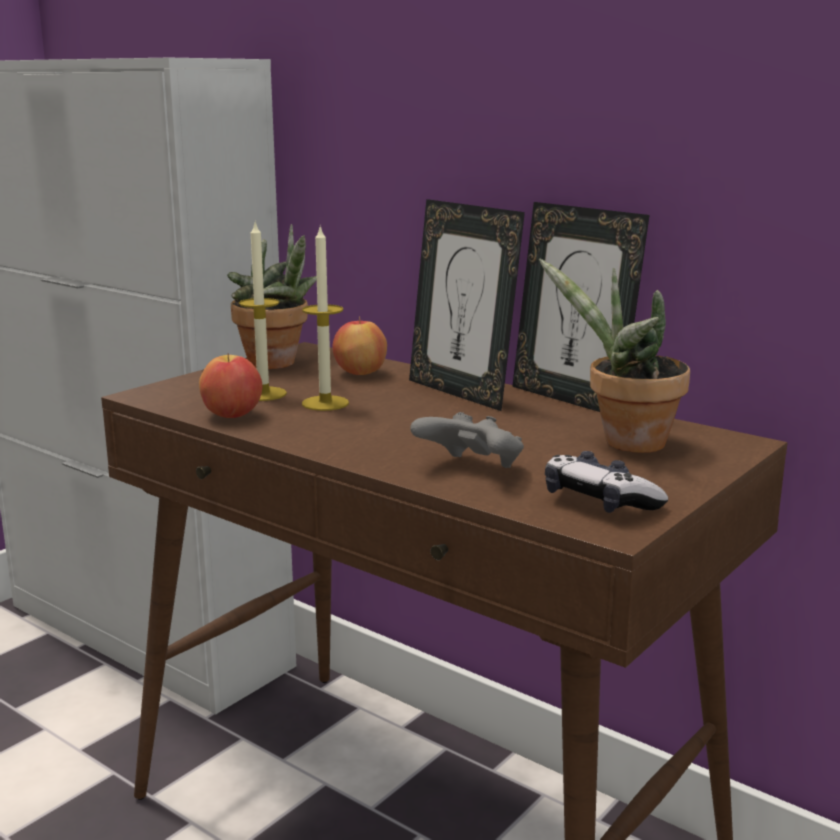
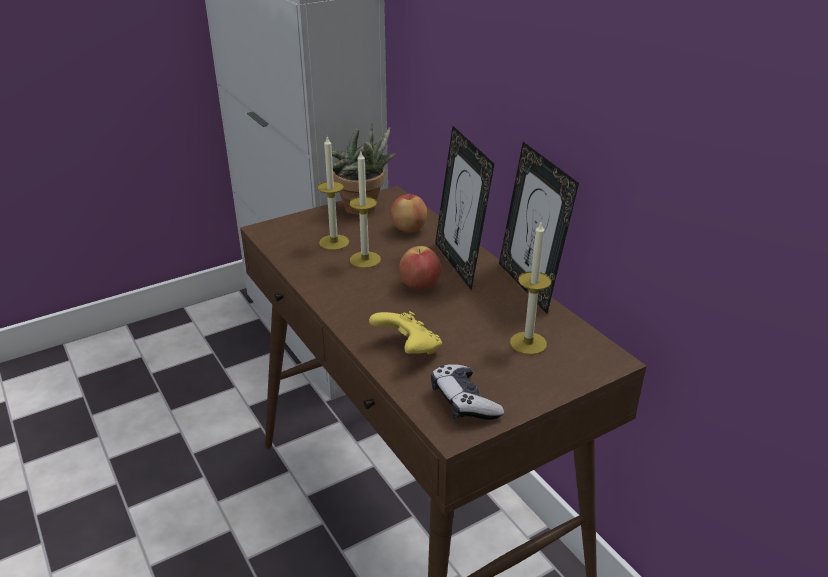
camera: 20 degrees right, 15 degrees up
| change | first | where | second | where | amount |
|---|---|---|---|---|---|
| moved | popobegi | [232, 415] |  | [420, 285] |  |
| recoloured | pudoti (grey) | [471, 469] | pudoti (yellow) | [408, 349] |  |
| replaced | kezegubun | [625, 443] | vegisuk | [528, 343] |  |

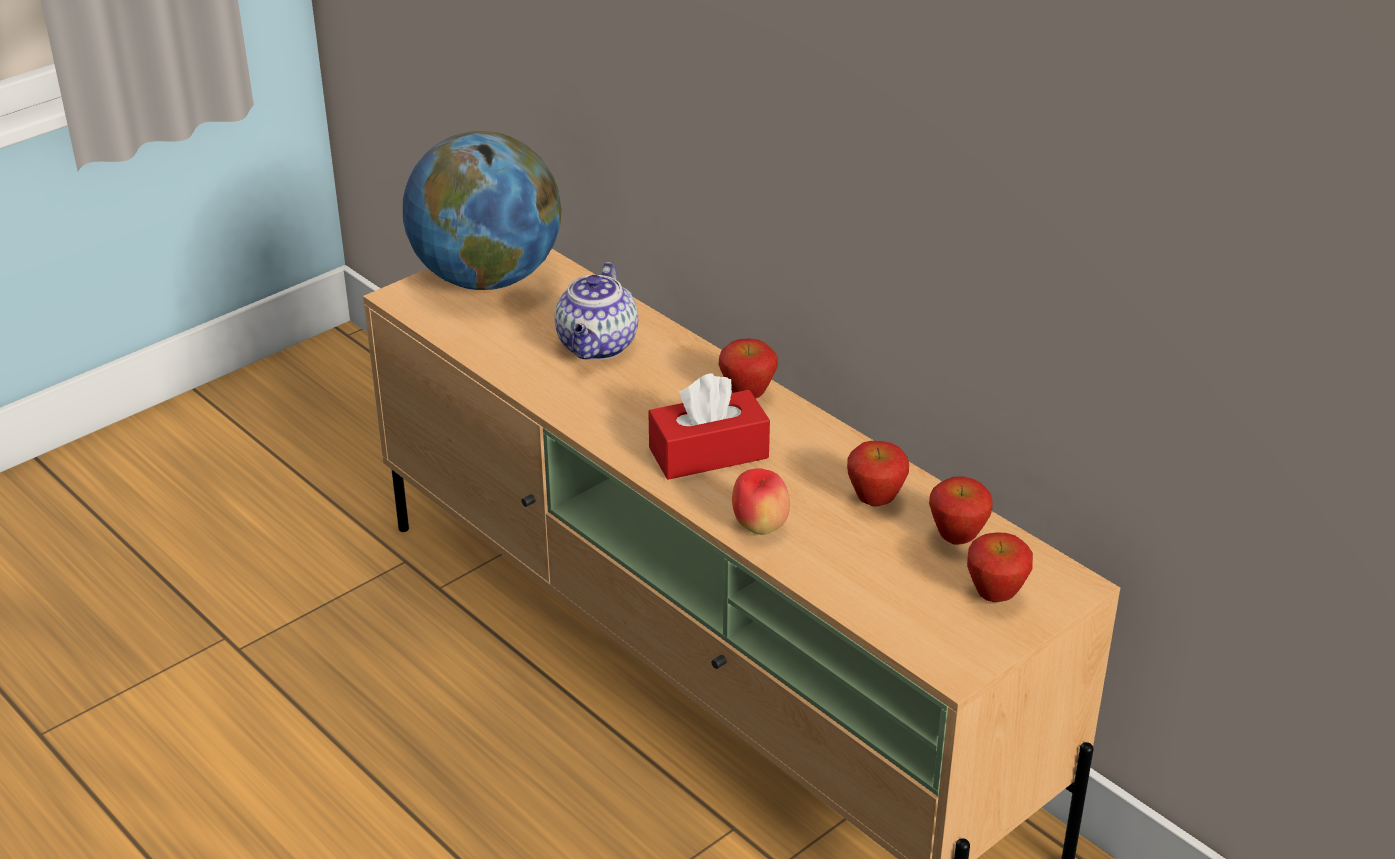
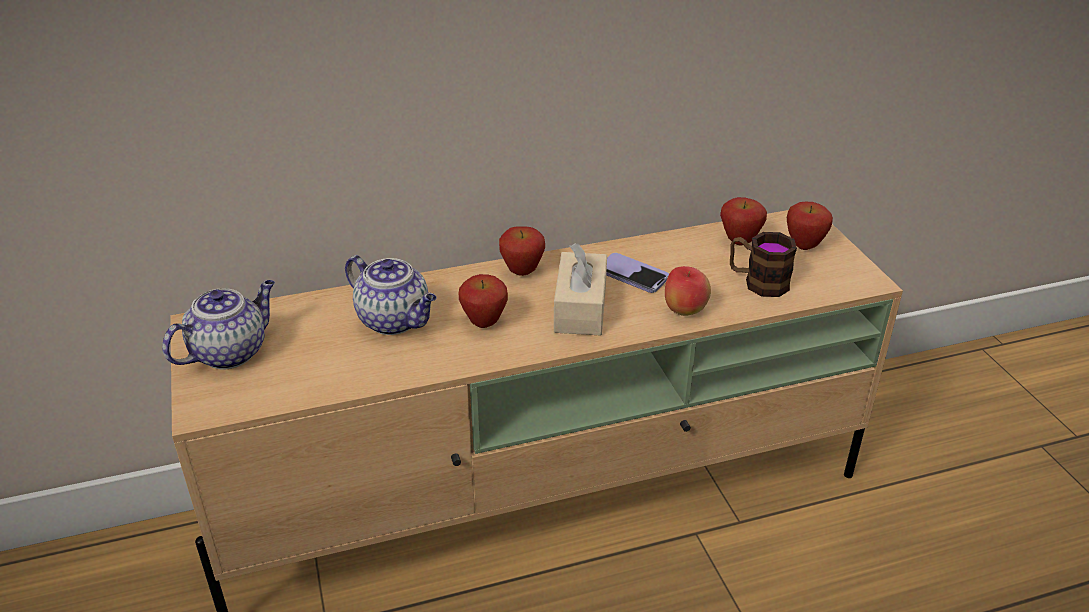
camera: 65 degrees left, 0 degrees up
| change | first | where | second | where | amount |
|---|---|---|---|---|---|
| replaced | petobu | [487, 278] | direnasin | [230, 352] |  |
| recoloured | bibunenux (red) | [708, 453] | bibunenux (beige) | [580, 308] |  |
| moved | popobegi | [875, 501] |  | [484, 323] |  |
| added |  |  | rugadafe | [632, 275] |  |
| added |  |  | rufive | [757, 282] |  |

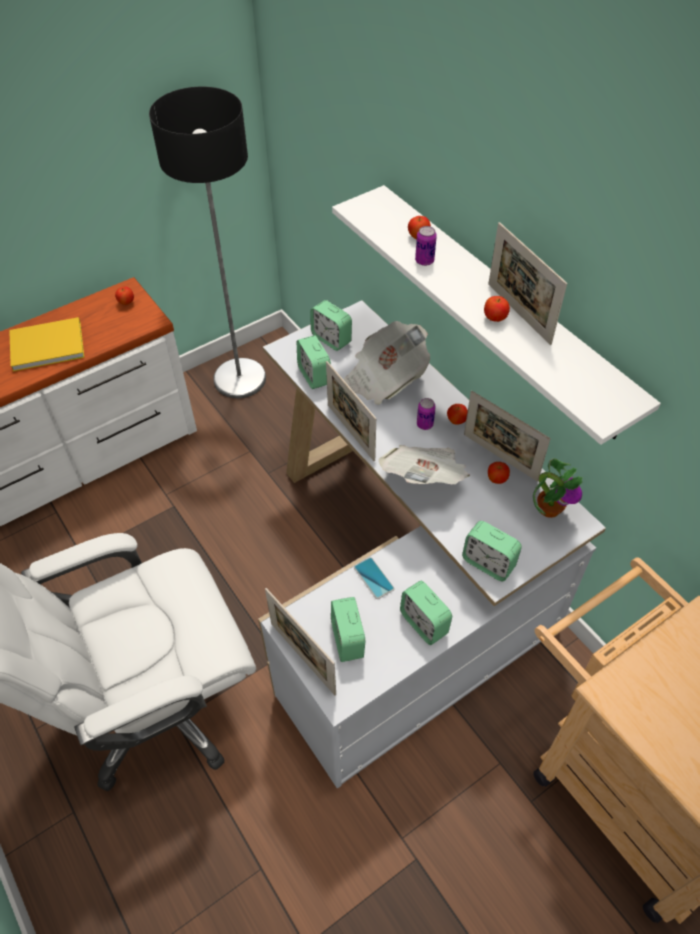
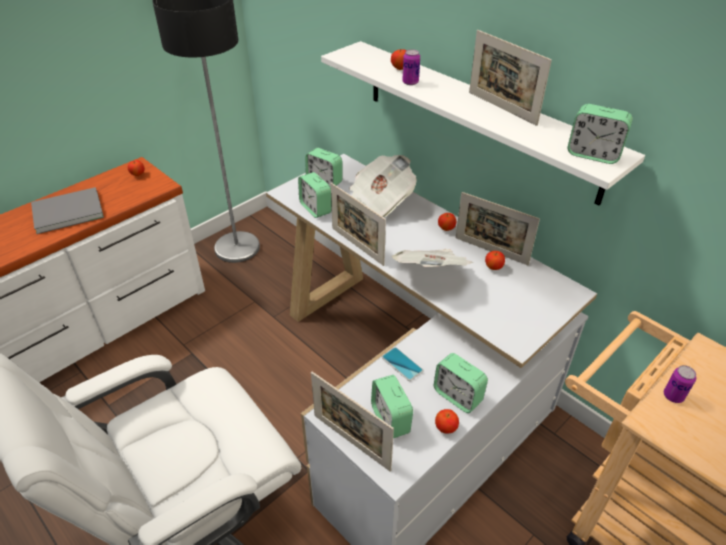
camera: 10 degrees left, 10 degrees down
| change | first | where | second | where | amount |
|---|---|---|---|---|---|
| recoloured | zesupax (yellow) | [45, 345] | zesupax (grey) | [65, 211] |  |
| moved | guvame | [425, 424] |  | [673, 396] |  |
| moved | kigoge | [488, 563] |  | [593, 154] |  |
| moved | popobegi | [495, 318] |  | [446, 428] |  |
| removed | kezegubun | [549, 508] |  |  |  |

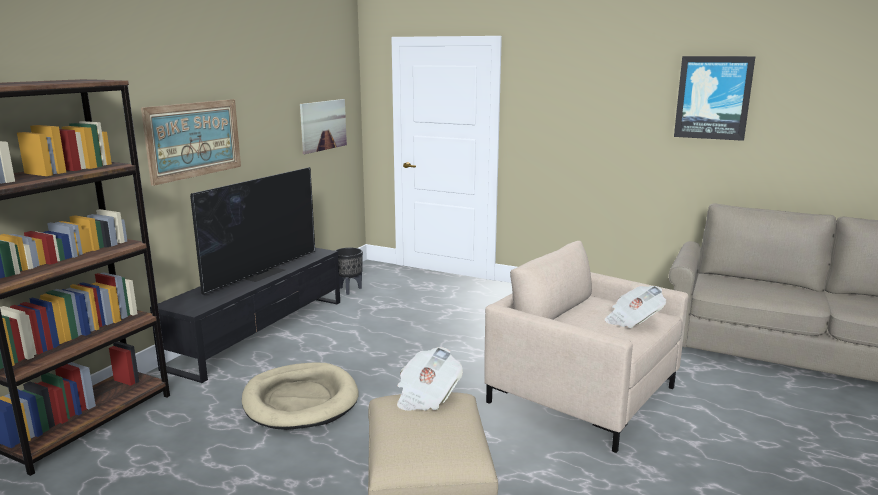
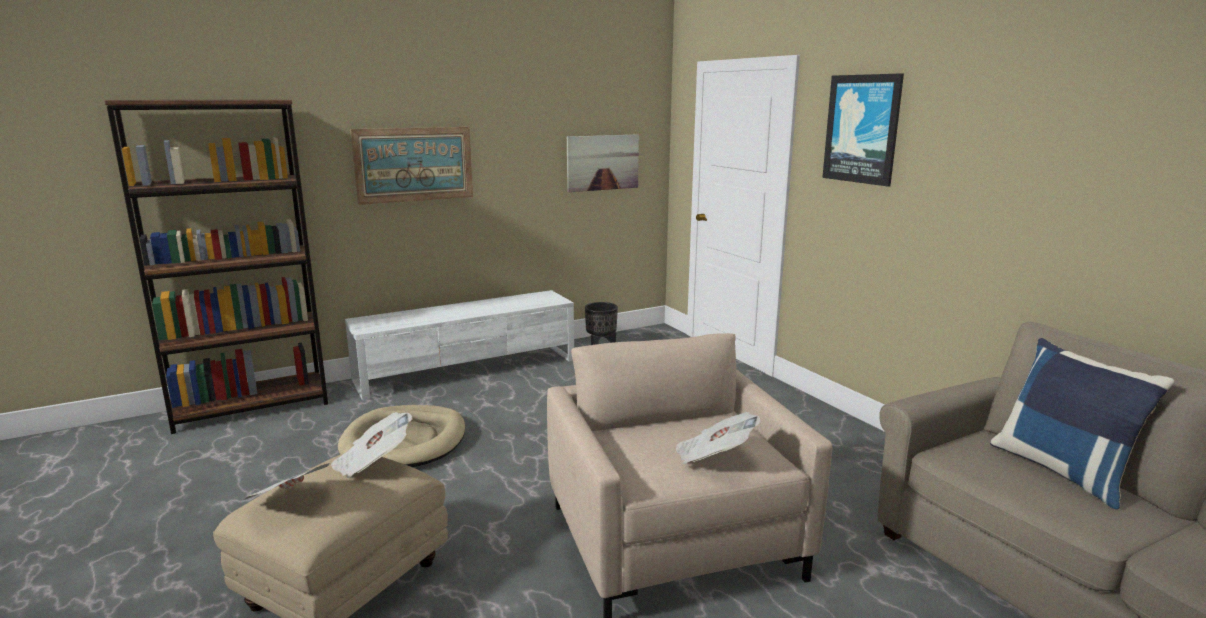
camera: 35 degrees right, 0 degrees up
| change | first | where | second | where | amount |
|---|---|---|---|---|---|
| recoloured | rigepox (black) | [261, 332] | rigepox (white) | [468, 370] |  |
| removed | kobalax | [263, 273] |  |  |  |
| moved | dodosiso | [713, 98] |  | [862, 129] |  |
| added |  |  | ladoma | [290, 501] |  |
| added |  |  | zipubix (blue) | [1063, 471] |  |

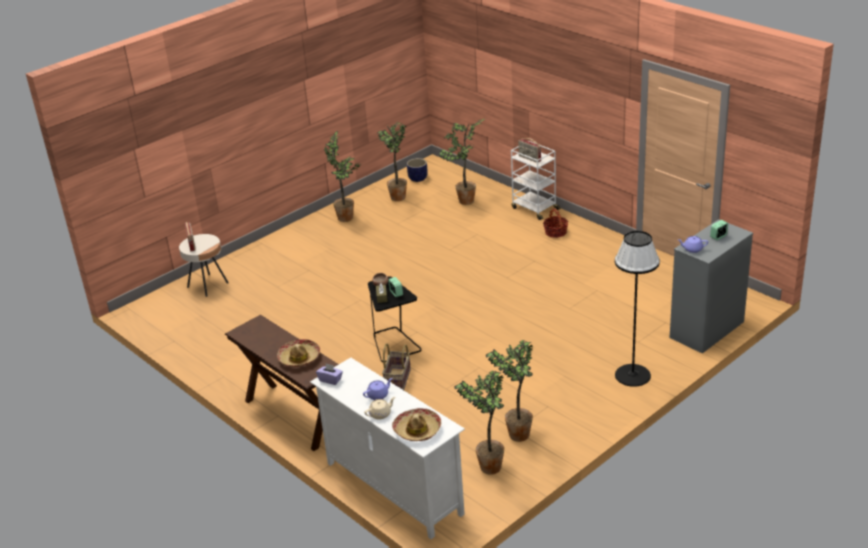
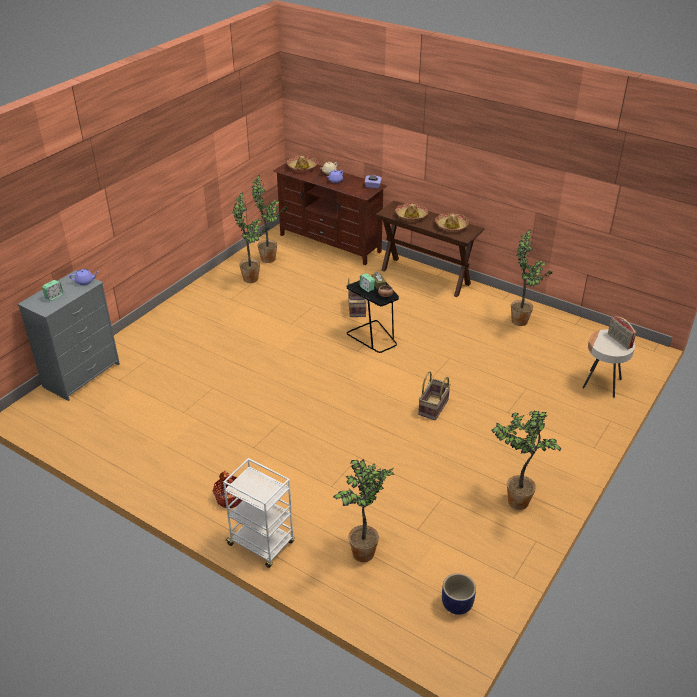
camera: 165 degrees right, 5 degrees up
| change | first | where | second | where | amount |
|---|---|---|---|---|---|
| recoloured | rigepox (white) | [393, 488] | rigepox (brown) | [330, 243] |  |
| moved | kezegubun | [397, 196] |  | [521, 322] |  |
| removed | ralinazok | [529, 158] |  |  |  |
| removed | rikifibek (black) | [633, 375] |  |  |  |
| added |  |  | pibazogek | [434, 407] |  |
| added |  |  | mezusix | [451, 226] |  |

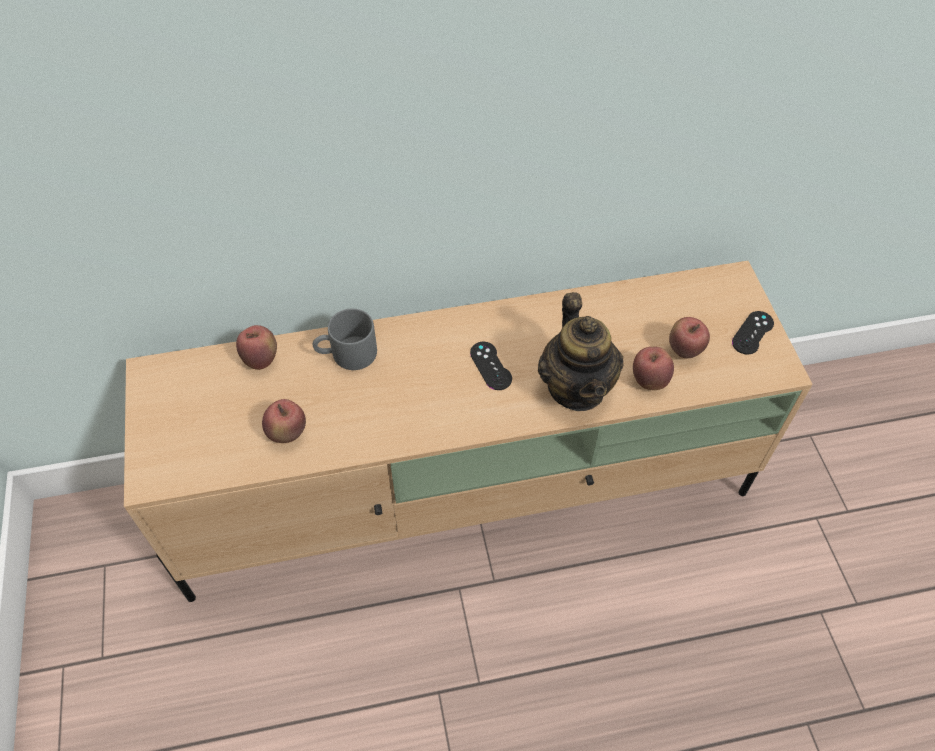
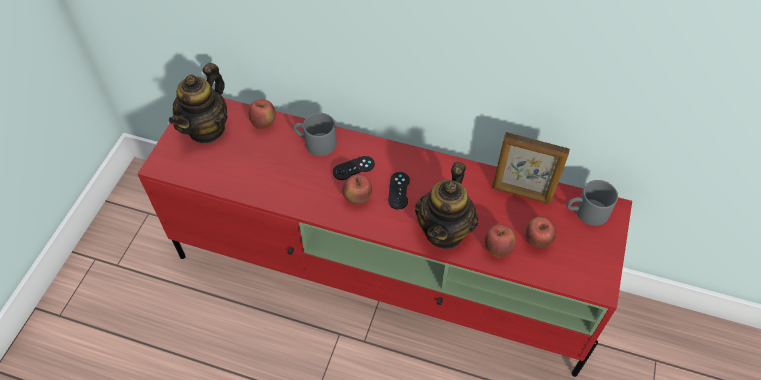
camera: 30 degrees right, 0 degrees up
| change | first | where | second | where | amount |
|---|---|---|---|---|---|
| recoloured | rigepox (beige) | [469, 494] | rigepox (red) | [383, 278] |  |
| moved | popobegi | [287, 434] |  | [357, 198] |  |
| moved | pudoti (black) | [752, 333] |  | [353, 168] |  |
| added |  |  | direnasin | [207, 128] |  |
| added |  |  | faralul | [521, 193] |  |
| added |  |  | rufive (grey) | [586, 213] |  |

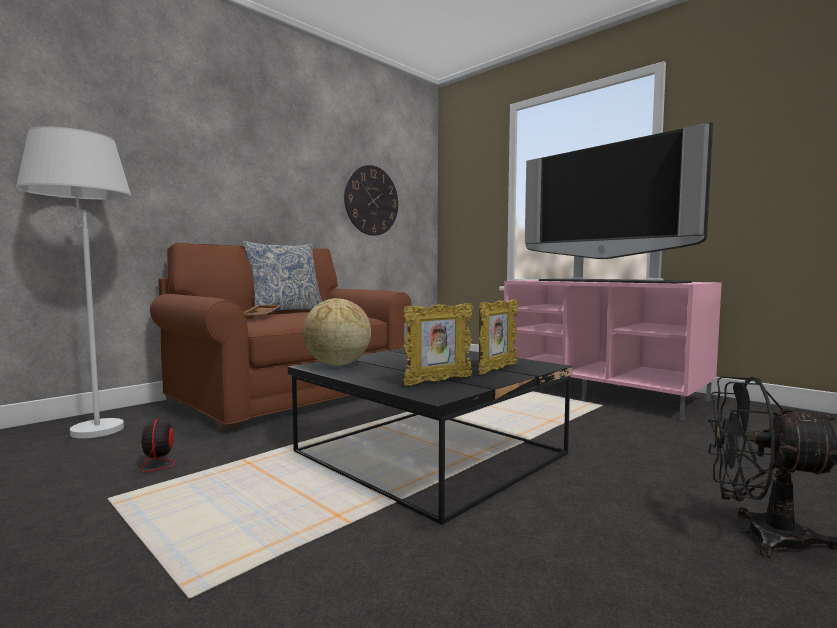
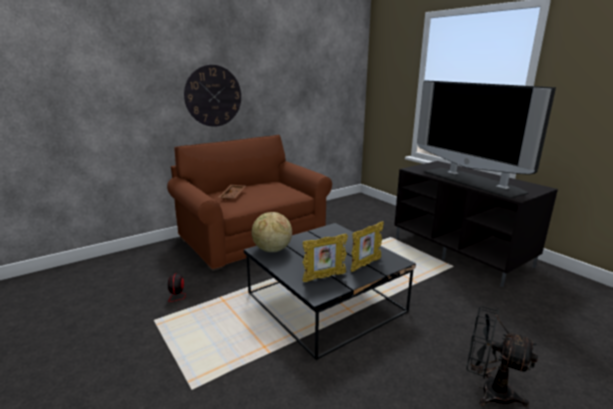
camera: 10 degrees right, 15 degrees up
| change | first | where | second | where | amount |
|---|---|---|---|---|---|
| removed | rikifibek (white) | [91, 425] |  |  |  |
| removed | zipubix | [286, 312] |  |  |  |
| moved | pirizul | [371, 200] |  | [213, 96] |  |
| recoloured | rigepox (pink) | [604, 392] | rigepox (black) | [461, 251] |  |

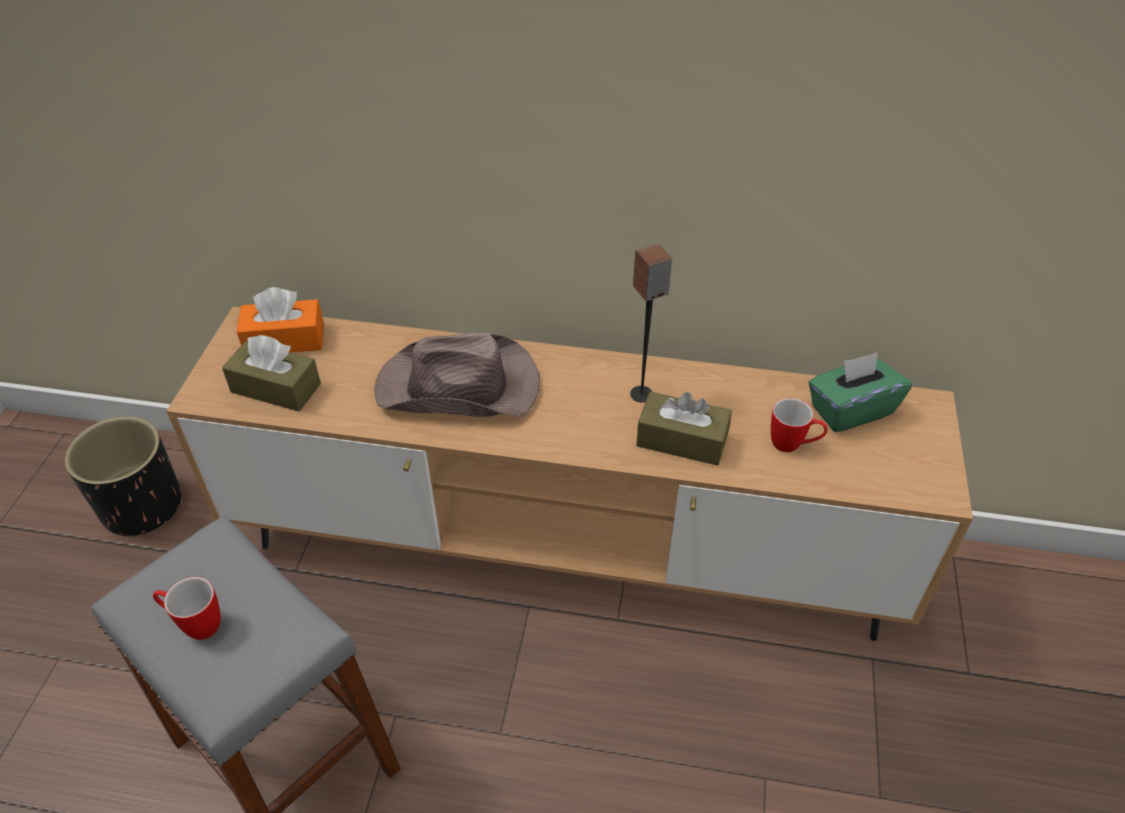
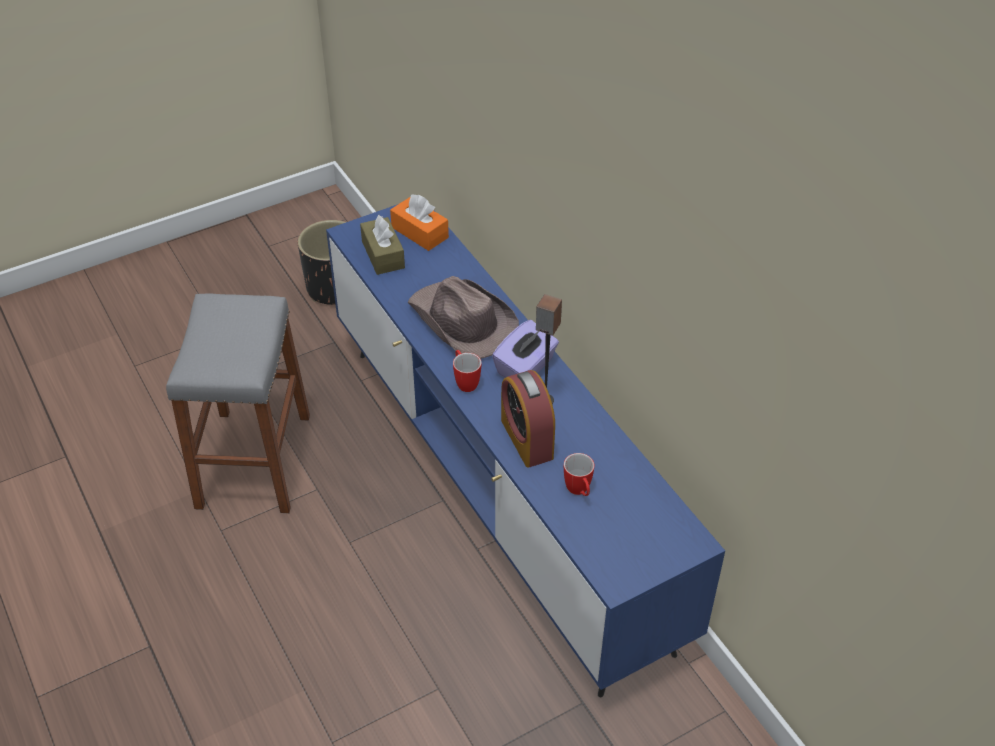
camera: 50 degrees right, 0 degrees up
| change | first | where | second | where | amount |
|---|---|---|---|---|---|
| moved | rufive | [195, 624] |  | [465, 381] |  |
| recoloured | rigepox (brown) | [563, 550] | rigepox (blue) | [499, 489] |  |
| replaced | bibunenux (brown) | [682, 440] | kigoge | [527, 439] |  |
| removed | bibunenux (green) | [850, 410] |  |  |  |
| added |  |  | bibunenux (purple) | [525, 367] |  |

